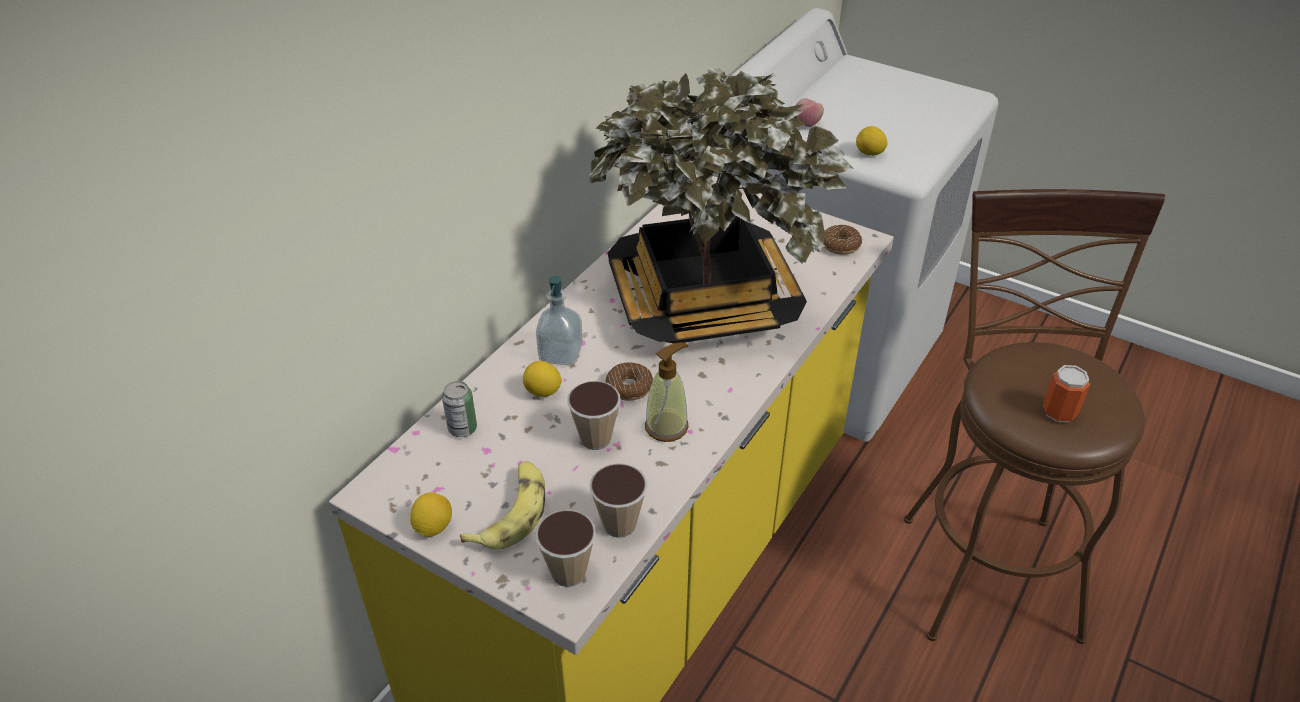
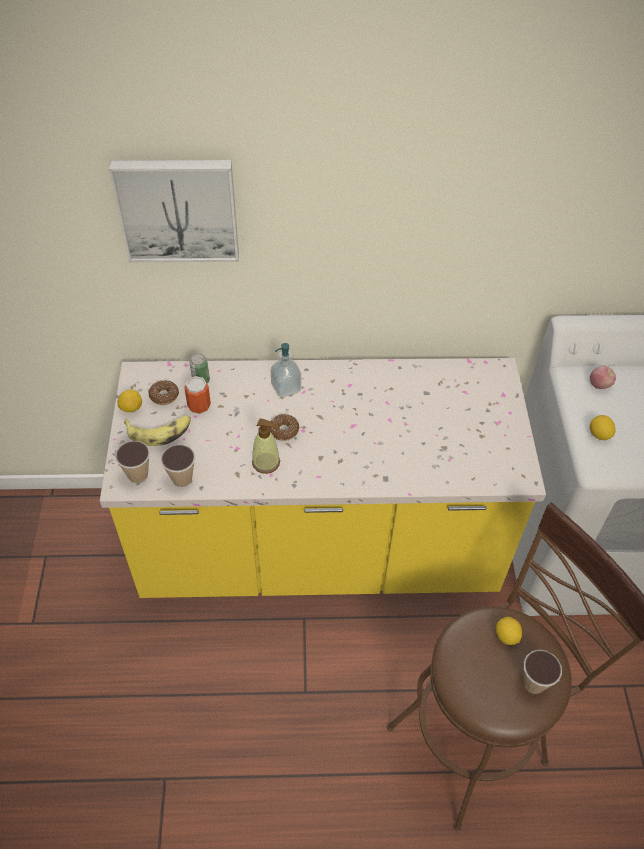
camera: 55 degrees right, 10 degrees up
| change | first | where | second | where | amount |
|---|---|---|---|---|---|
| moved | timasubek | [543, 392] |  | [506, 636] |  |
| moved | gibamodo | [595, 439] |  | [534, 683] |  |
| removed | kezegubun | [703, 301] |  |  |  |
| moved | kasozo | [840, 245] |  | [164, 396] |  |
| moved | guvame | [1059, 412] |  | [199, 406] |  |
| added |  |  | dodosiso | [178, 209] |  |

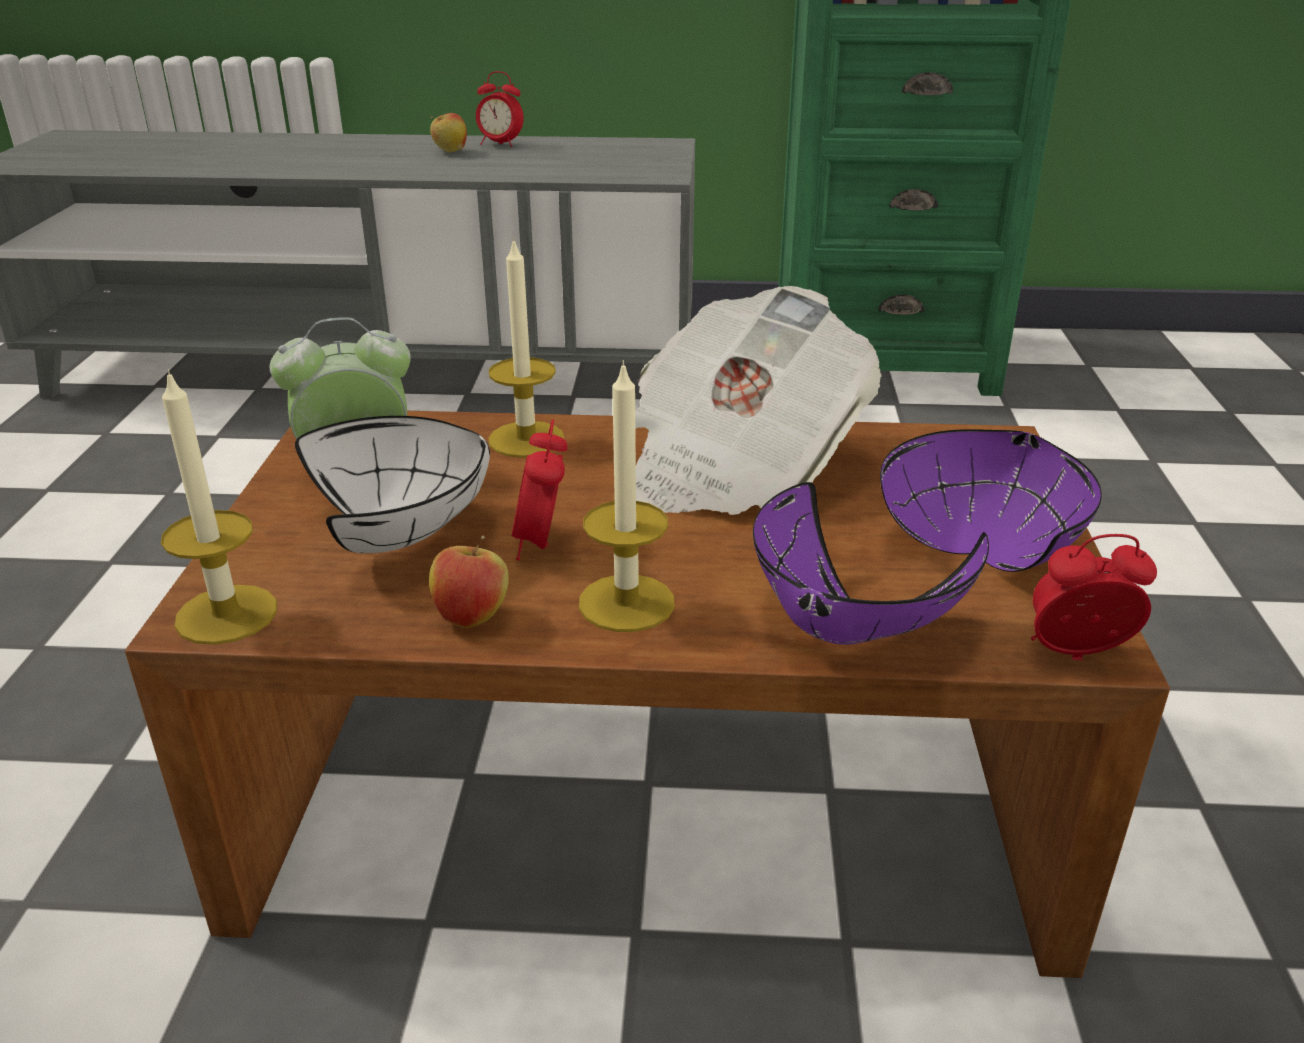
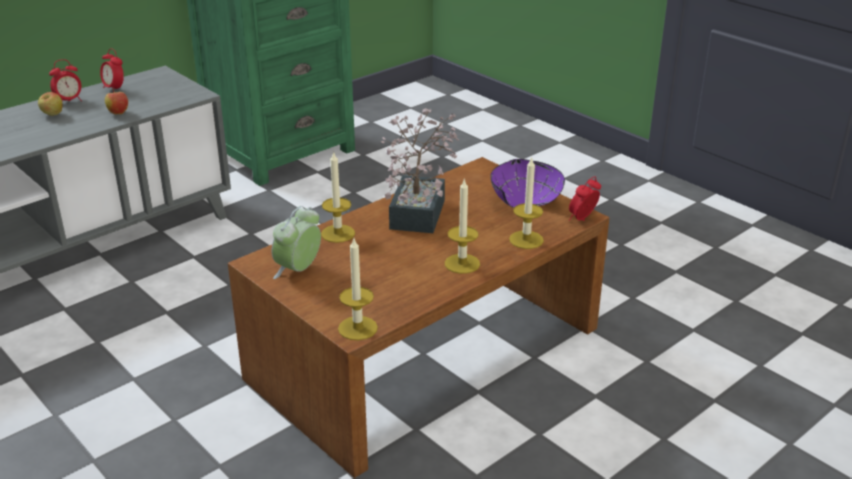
camera: 45 degrees left, 0 degrees up
| change | first | where | second | where | amount |
|---|---|---|---|---|---|
| removed | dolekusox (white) | [407, 530] |  |  |  |
| moved | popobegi | [472, 617] |  | [118, 113] |  |
| moved | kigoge | [541, 544] |  | [114, 89] |  |
| replaced | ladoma | [736, 465] | kezegubun | [420, 210] |  |
| replaced | dolekusox (purple) | [851, 628] | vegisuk | [526, 240] |  |

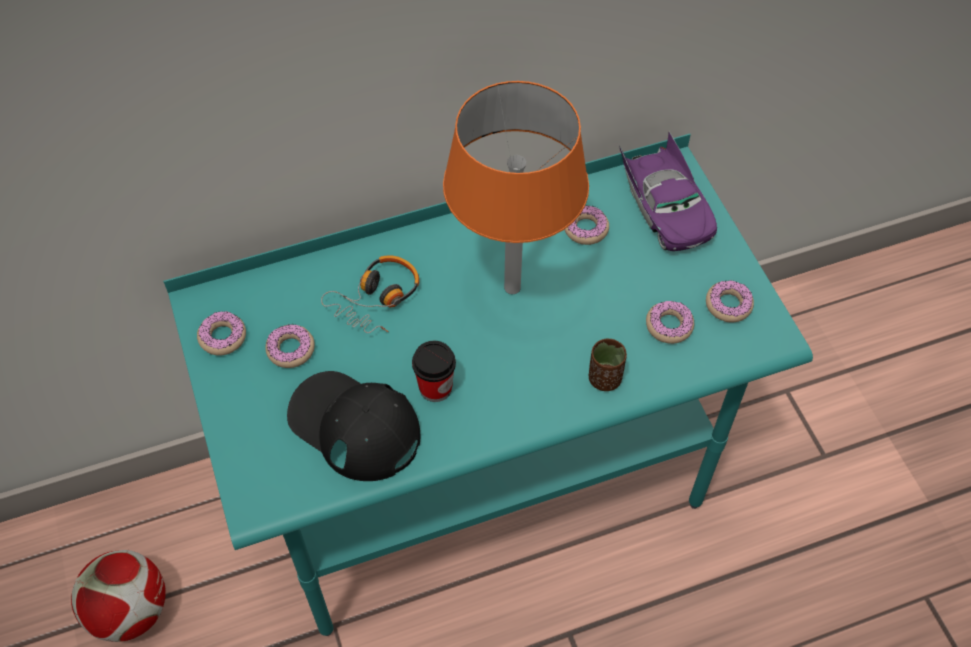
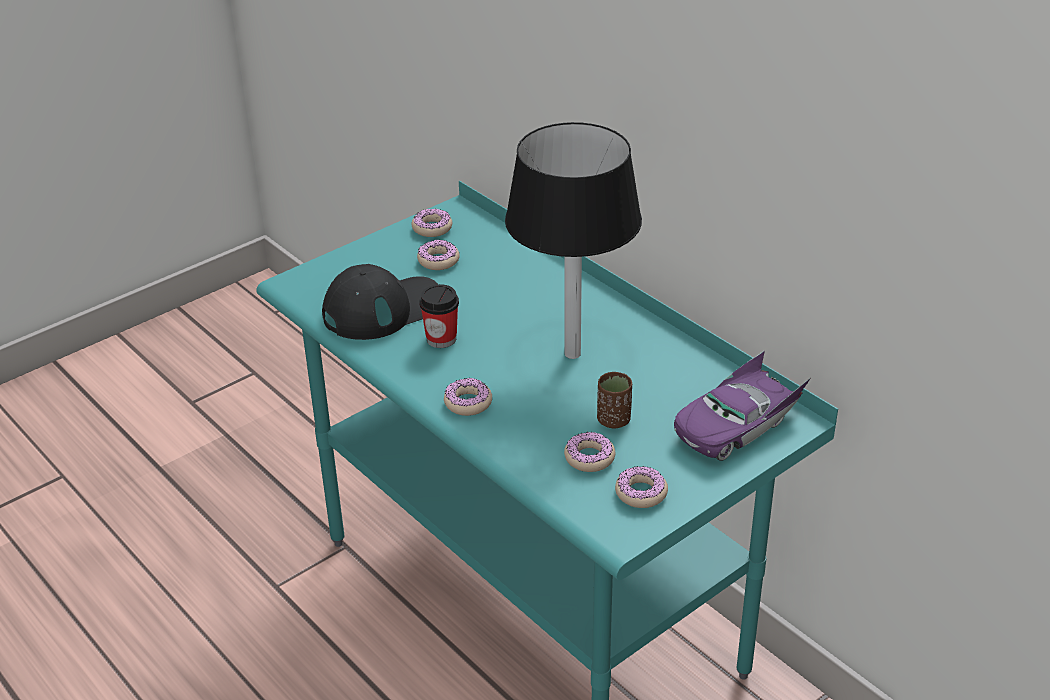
camera: 70 degrees right, 20 degrees down
| change | first | where | second | where | amount |
|---|---|---|---|---|---|
| removed | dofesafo | [131, 611] |  |  |  |
| turned | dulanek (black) | [354, 426] |  | [383, 309] | 45 degrees clockwise |
| removed | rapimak | [377, 299] |  |  |  |
| recoloured | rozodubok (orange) | [511, 287] | rozodubok (black) | [572, 353] |  |
| moved | kasozo | [585, 229] |  | [468, 403] |  |
| moved | gibamodo (brown) | [604, 378] |  | [614, 420] |  |

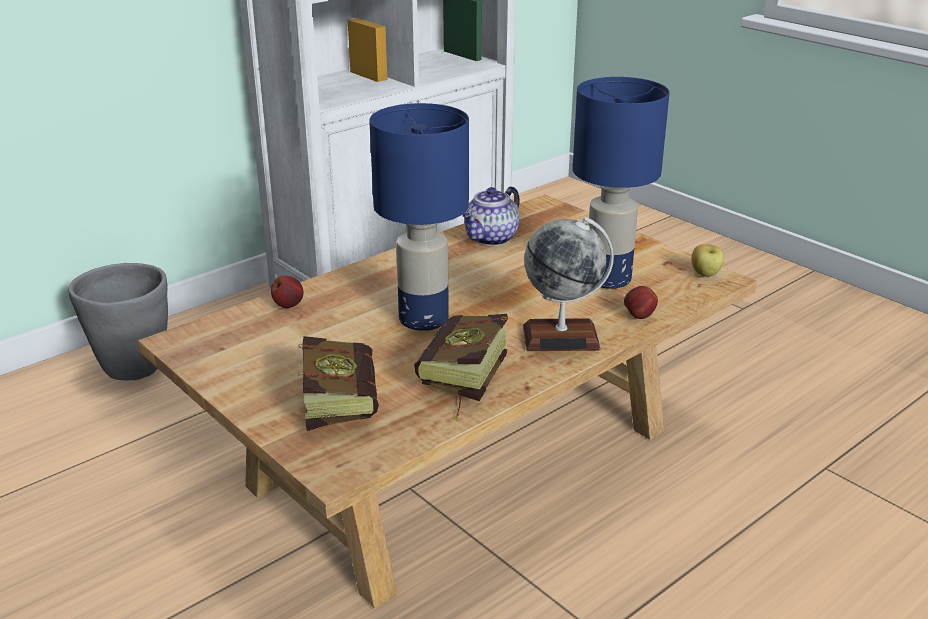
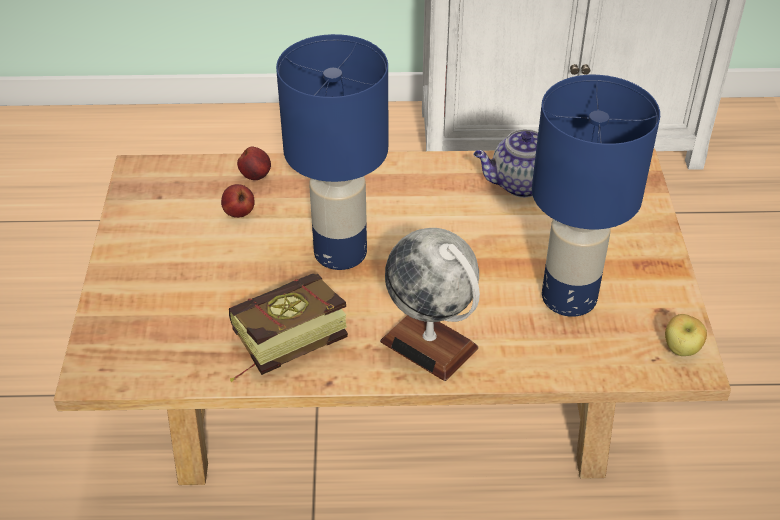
camera: 40 degrees right, 15 degrees up
| change | first | where | second | where | amount |
|---|---|---|---|---|---|
| removed | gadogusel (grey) | [133, 367] |  |  |  |
| removed | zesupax | [339, 401] |  |  |  |
| moved | popobegi | [639, 316] |  | [239, 213] |  |

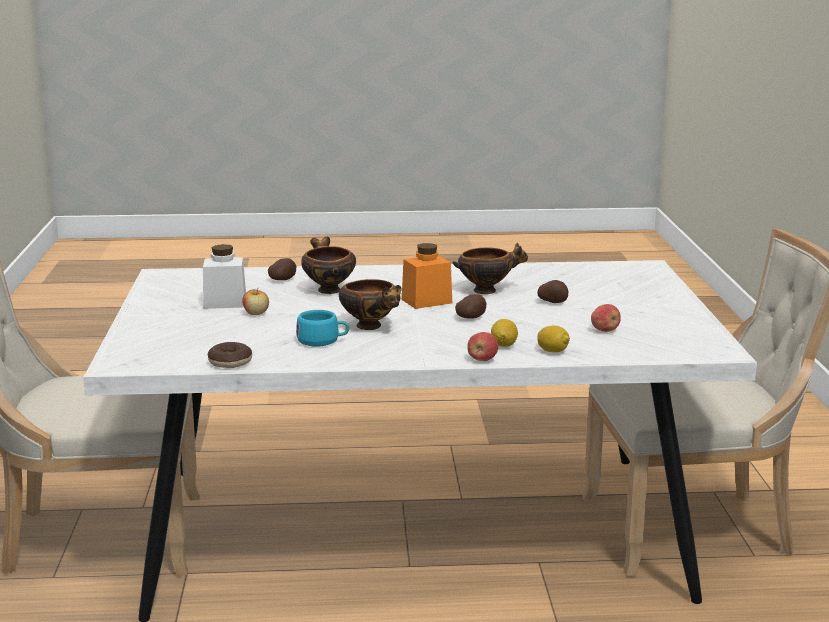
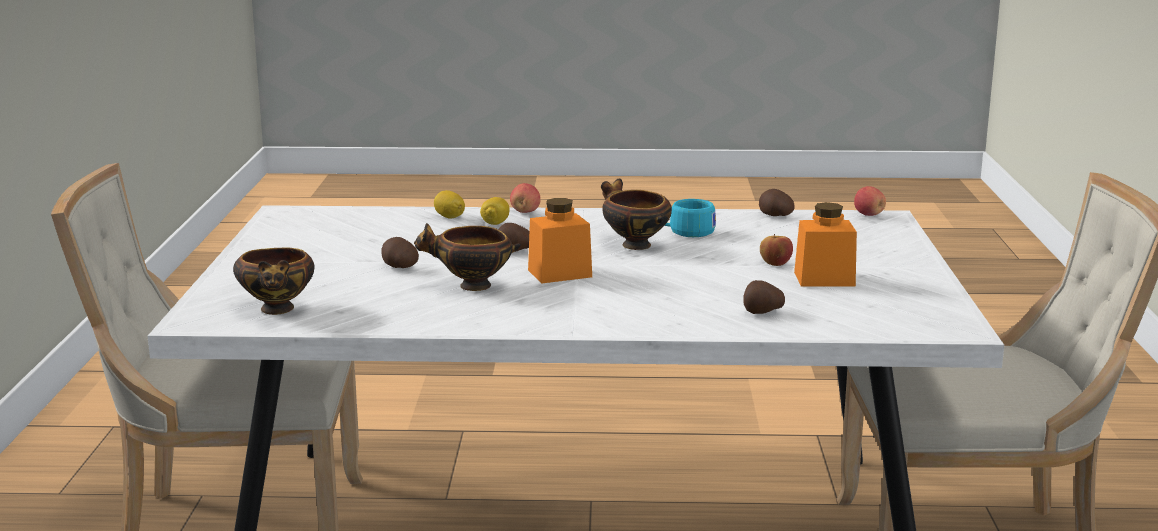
camera: 175 degrees left, 0 degrees up
| change | first | where | second | where | amount |
|---|---|---|---|---|---|
| recoloured | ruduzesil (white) | [225, 302] | ruduzesil (orange) | [824, 279] |  |
| replaced | kasozo | [230, 362] | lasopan | [775, 216] |  |
| moved | dolekusox | [328, 290] |  | [278, 310] |  |
| moved | popobegi | [605, 330] |  | [868, 215] |  |

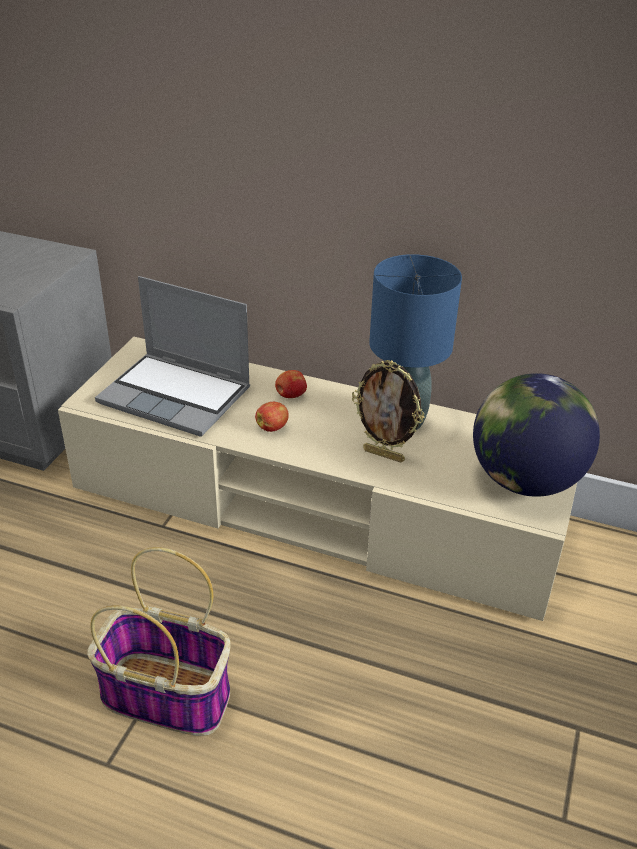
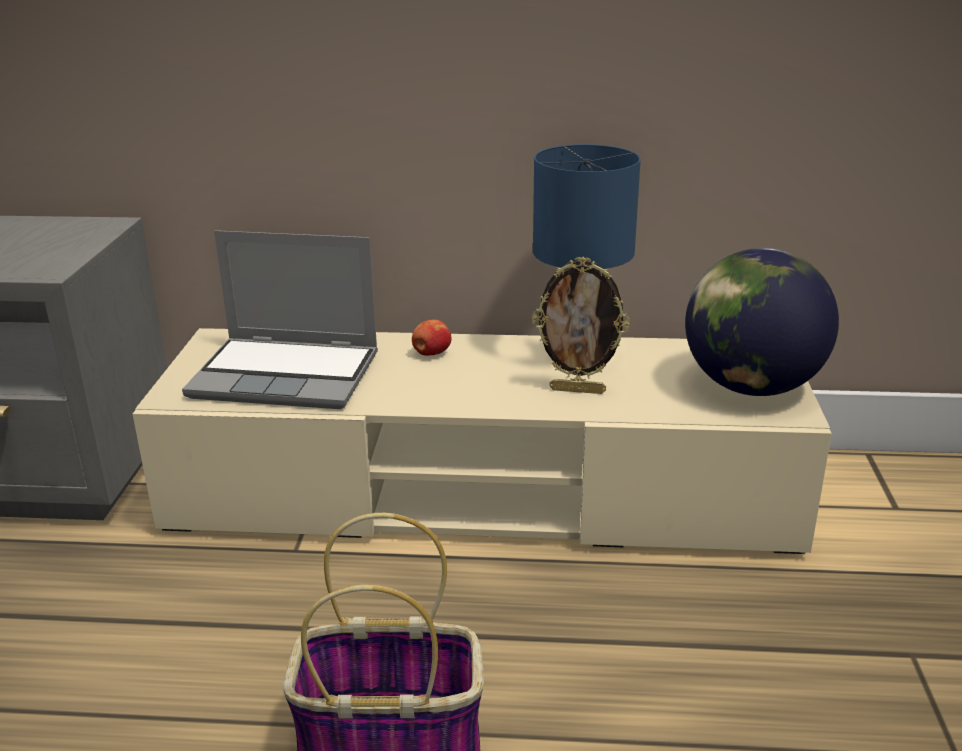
camera: 15 degrees left, 10 degrees down
| change | first | where | second | where | amount |
|---|---|---|---|---|---|
| removed | popobegi | [272, 427] |  |  |  |

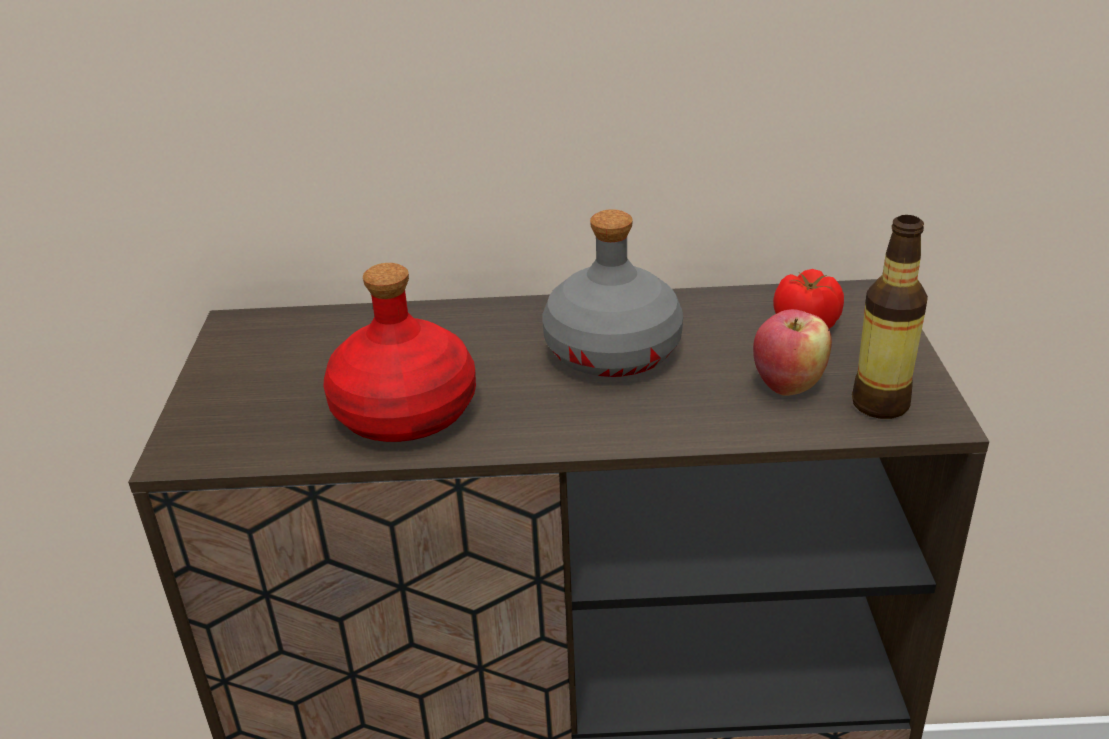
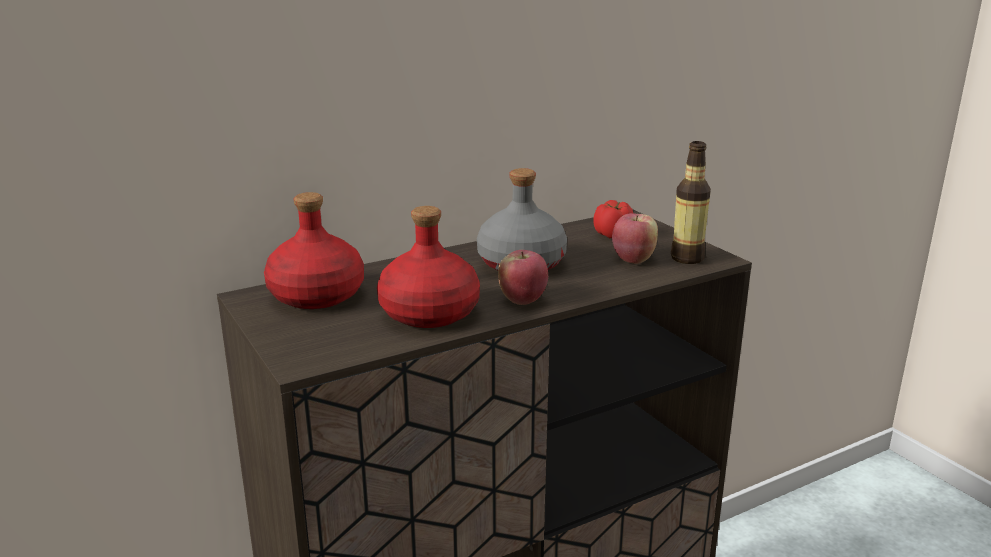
camera: 30 degrees left, 10 degrees down
| change | first | where | second | where | amount |
|---|---|---|---|---|---|
| added |  |  | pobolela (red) | [316, 296] |  |
| added |  |  | popobegi | [522, 300] |  |

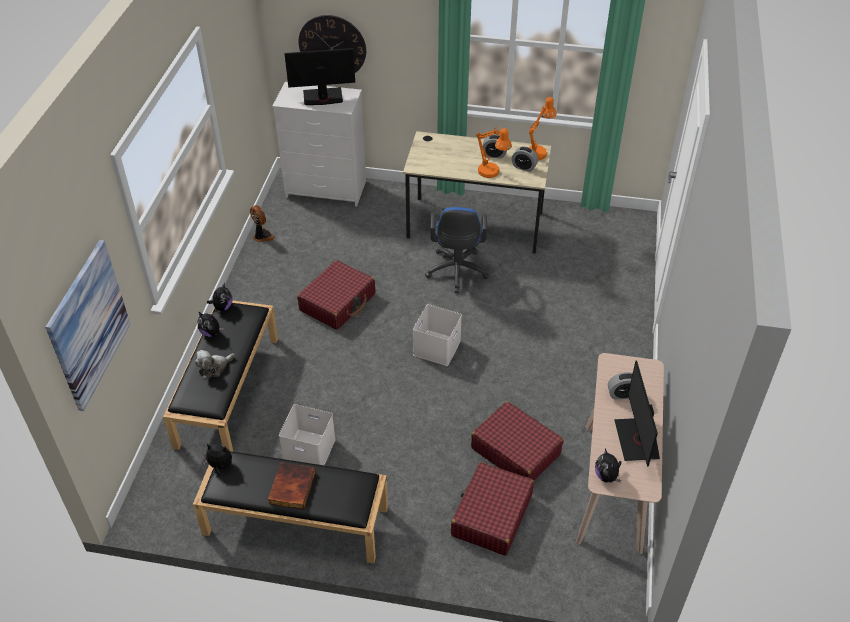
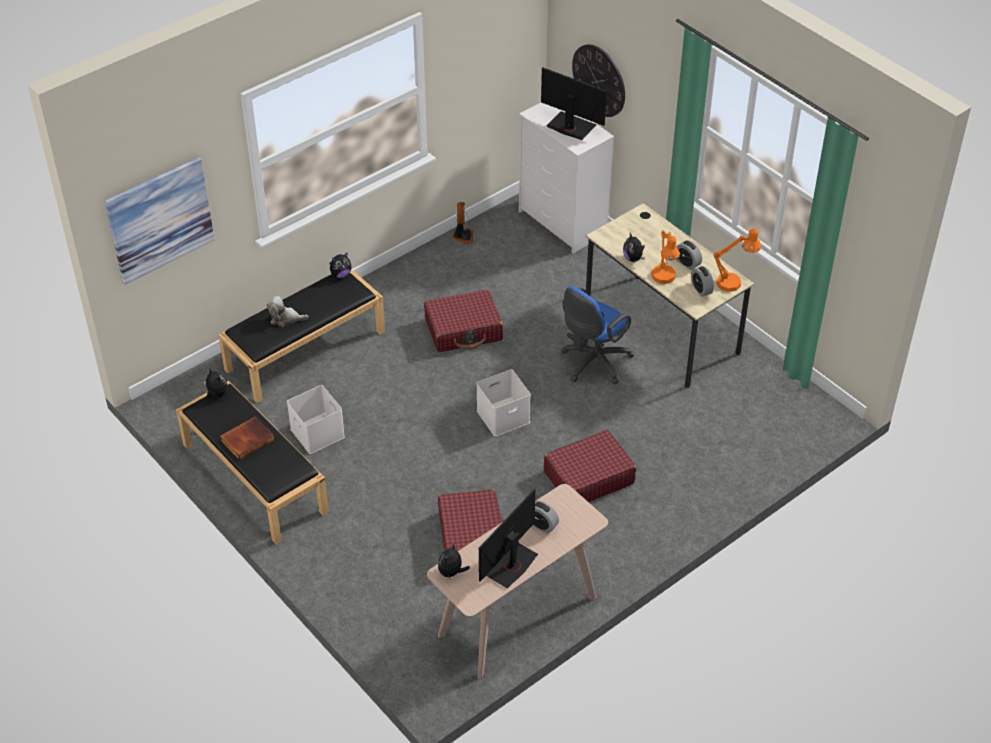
camera: 40 degrees right, 0 degrees up
| change | first | where | second | where | amount |
|---|---|---|---|---|---|
| moved | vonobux | [211, 333] |  | [633, 258] |  |
| moved | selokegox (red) | [491, 516] |  | [588, 477] |  |

